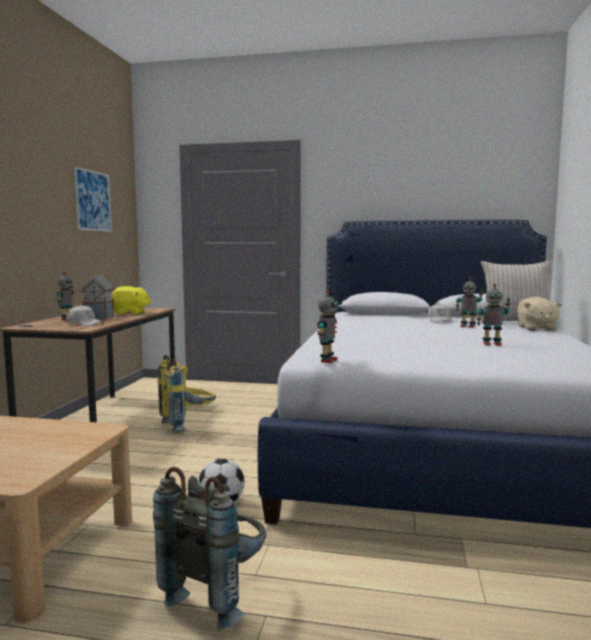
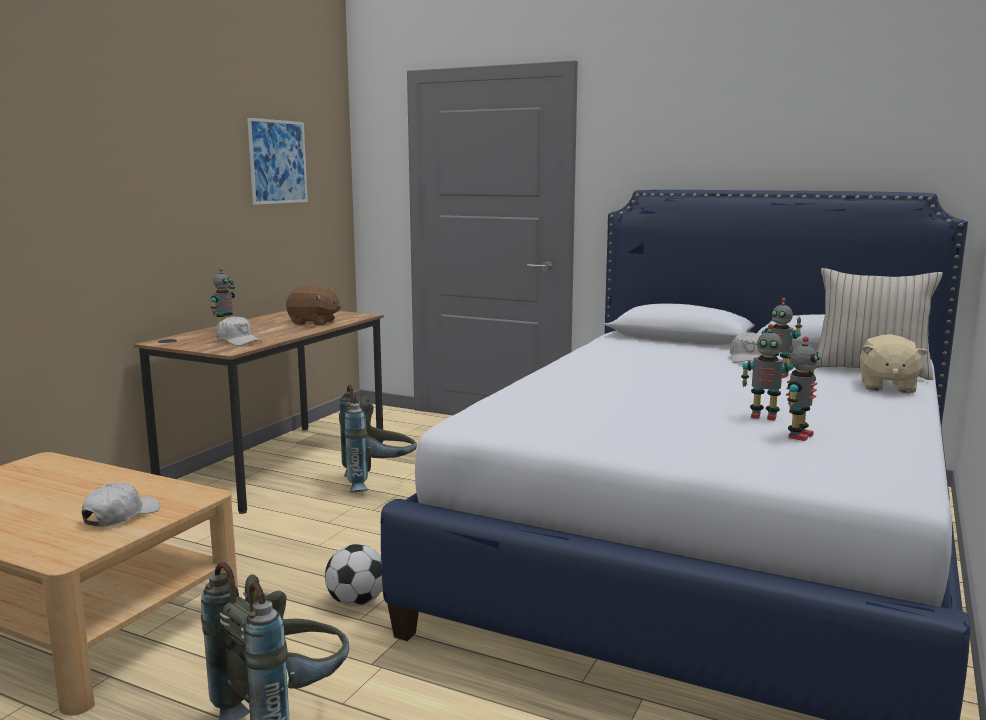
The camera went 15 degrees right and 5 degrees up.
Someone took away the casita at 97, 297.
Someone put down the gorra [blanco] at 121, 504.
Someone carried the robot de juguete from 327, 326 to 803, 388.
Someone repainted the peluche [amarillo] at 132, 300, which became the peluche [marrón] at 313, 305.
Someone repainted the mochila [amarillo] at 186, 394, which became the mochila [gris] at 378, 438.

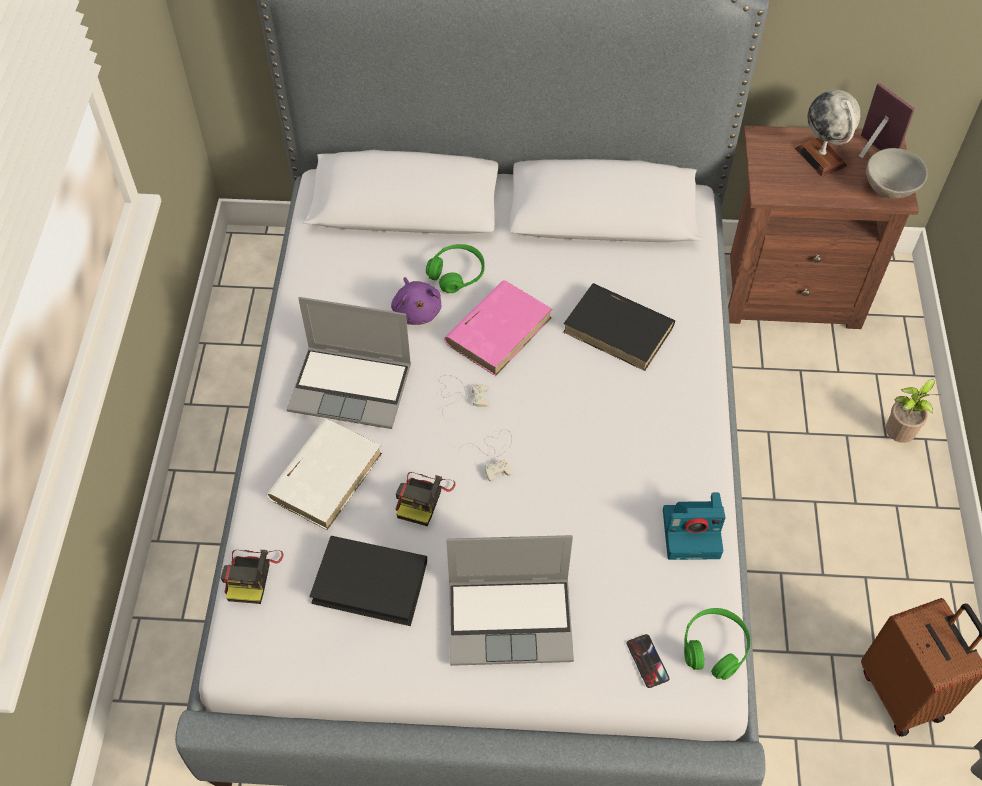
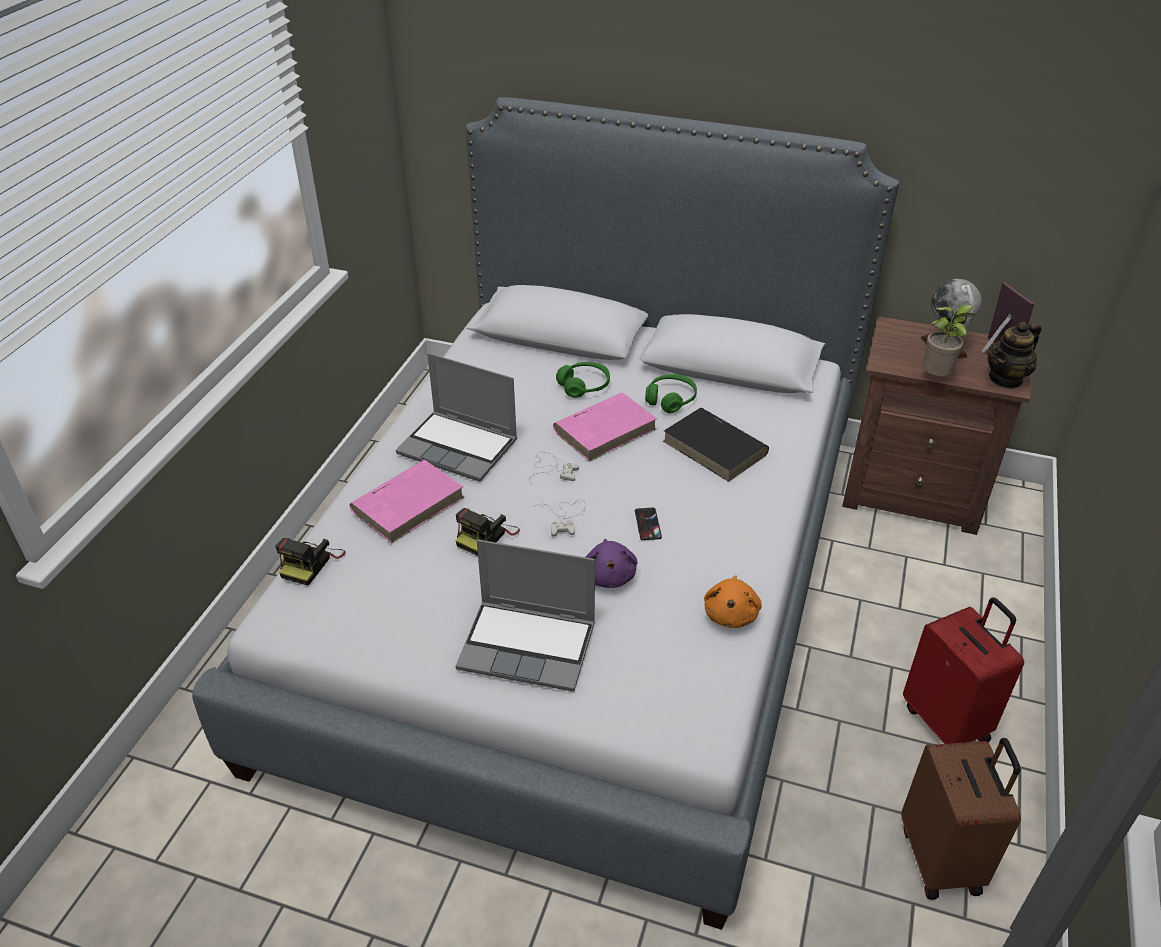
The camera went 15 degrees right and 15 degrees down.
Someone took away the libro [negro] at 368, 581.
Someone put down the maleta [rojo] at 963, 670.
Someone carried the peluche [morado] from 416, 301 to 611, 563.
Someone carried the móvil from 648, 661 to 648, 524.
Someone carried the auriculares [verde] from 717, 644 to 671, 393.
Someone carried the planta en maceta from 913, 411 to 949, 340.
Someone swapped the cámara at 694, 526 for the peluche [naranja] at 733, 601.
Someone swapped the cuenco [gris] at 897, 173 for the tetera at 1014, 355.
Someone repainted the libro [blanco] at 324, 474, which became the libro [rosa] at 407, 501.

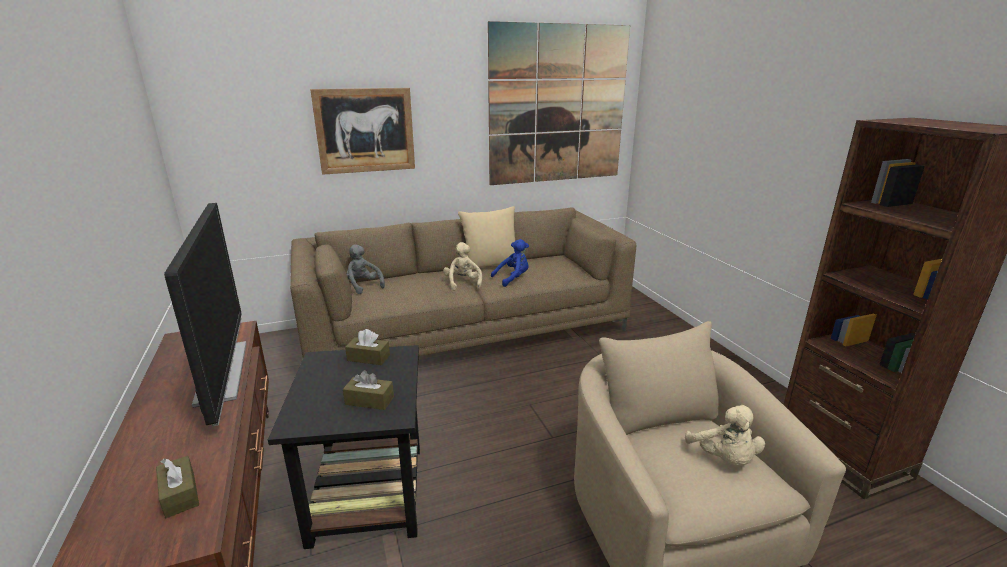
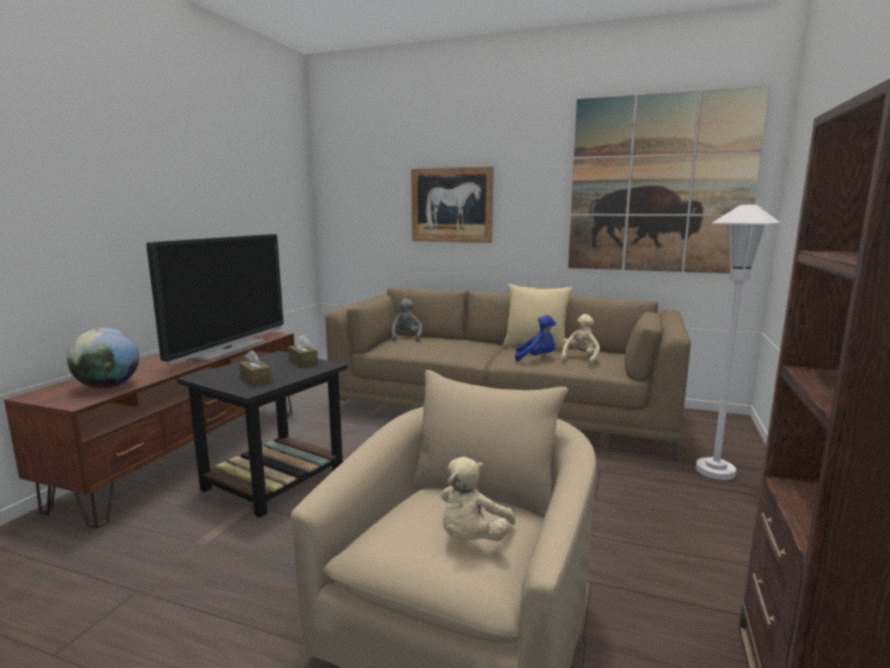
The camera went 40 degrees right and 10 degrees down.
Someone put down the lámpara de pie [blanco] at 738, 342.
Someone carried the peluche [beis] from 462, 266 to 580, 340.
Someone swapped the caja de pañuelos [marrón] at 177, 487 for the globo terráqueo at 103, 358.

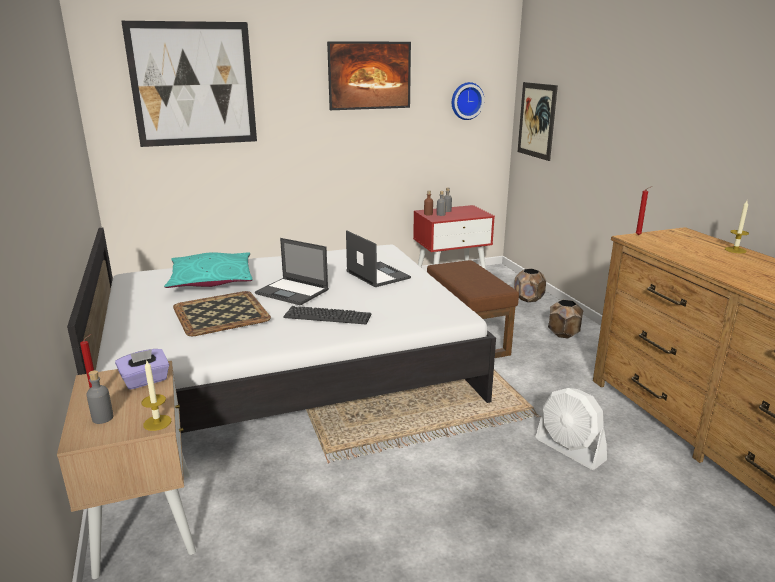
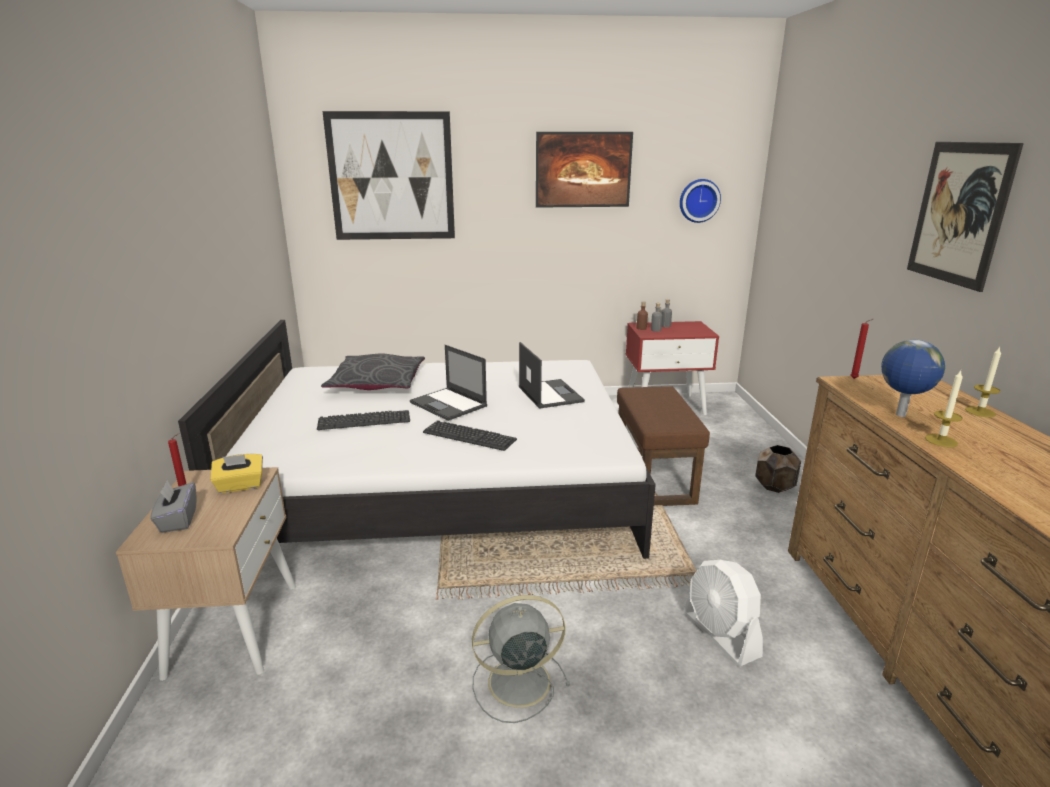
The camera went 15 degrees right and 0 degrees up.
Someone took away the maceta [marrón] at 530, 285.
Someone put down the ventilador [gris] at 521, 659.
Someone put down the globo terráqueo at 913, 378.
Someone carried the vela from 156, 396 to 944, 408.
Someone carried the cuadro from 538, 121 to 965, 217.
Someone swapped the botella [gris] at 99, 397 for the caja de pañuelos [gris] at 173, 507.
Someone swapped the bandeja at 222, 313 for the teclado at 363, 420.
Someone repainted the caja de pañuelos [morado] at 142, 369, which became the caja de pañuelos [amarillo] at 237, 473.
Someone repainted the cojín [turquesa] at 208, 270, which became the cojín [gris] at 373, 372.

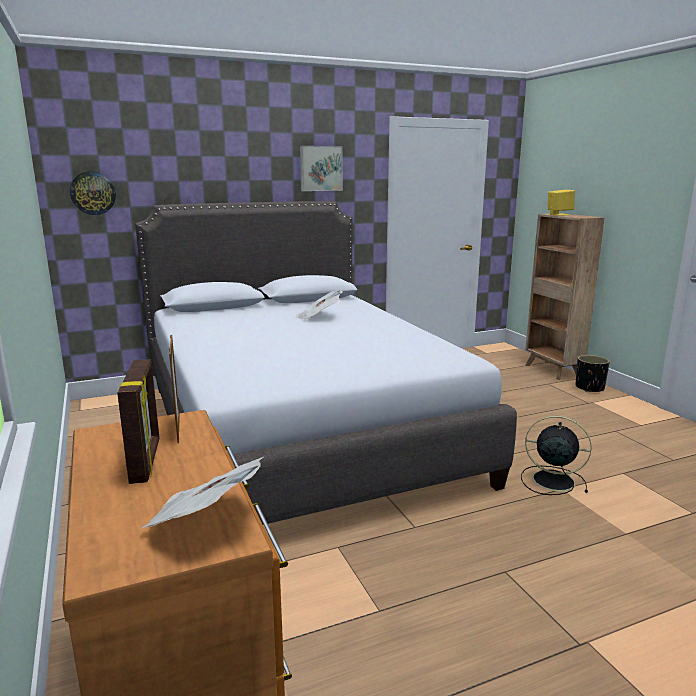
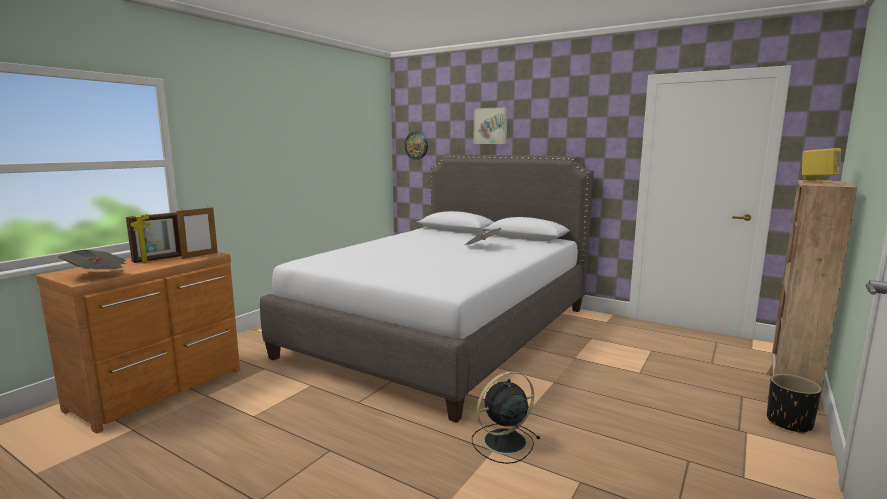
The camera went 55 degrees right and 5 degrees down.
Someone carried the cuadro from 321, 168 to 490, 125.
Someone rotated the ventilador [negro] at 556, 455 by 105 degrees counterclockwise.

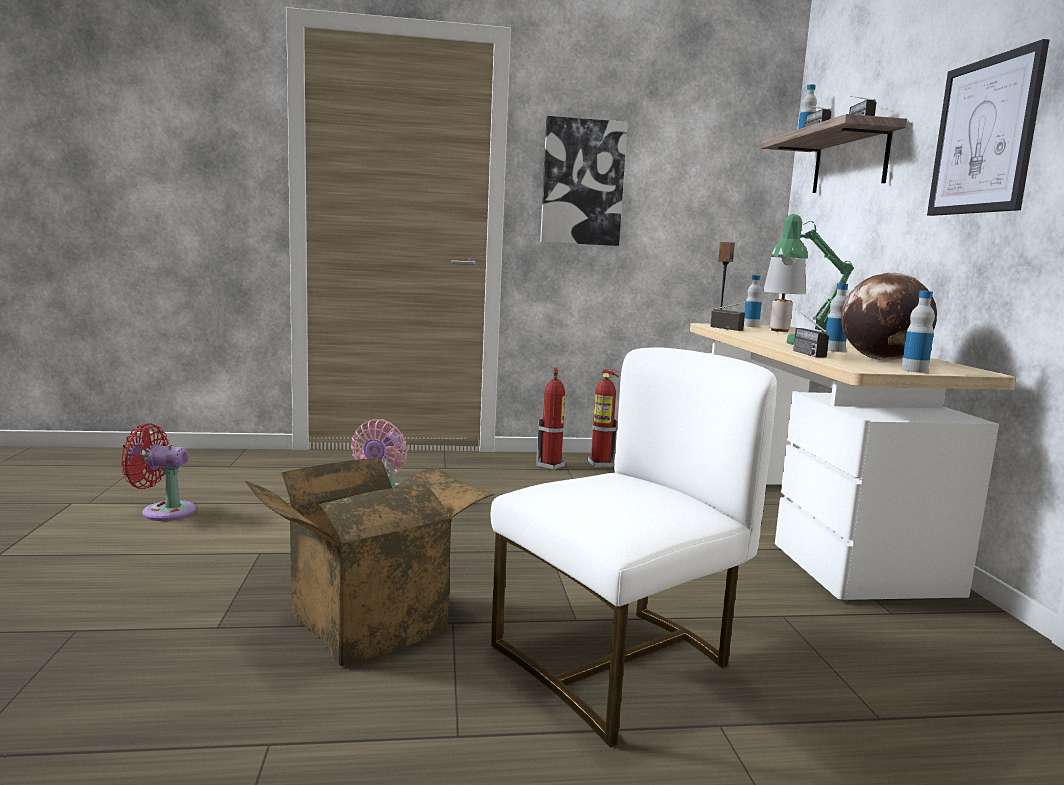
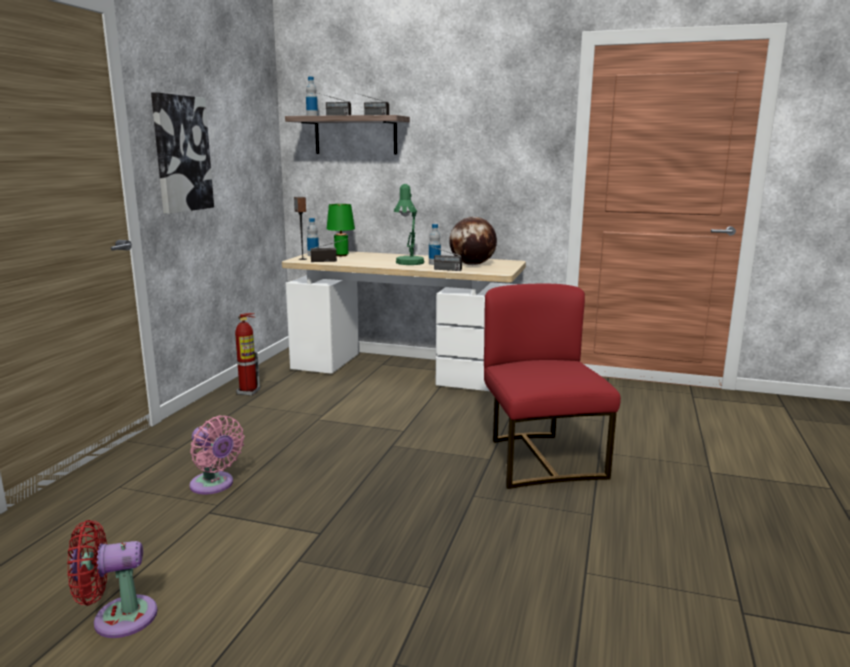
The camera went 65 degrees left and 5 degrees up.
Someone took away the caja de cartón at 369, 561.
Someone took away the extintor at 551, 419.
Someone took away the botella at 918, 332.
Someone took away the cuadro at 988, 127.
Someone repainted the silla [blanco] at 634, 547, which became the silla [rojo] at 552, 386.
Someone repainted the lámpara de mesa [gris] at 784, 294, which became the lámpara de mesa [verde] at 341, 230.
Someone rotated the ventilador [rojo] at 158, 472 by 45 degrees clockwise.

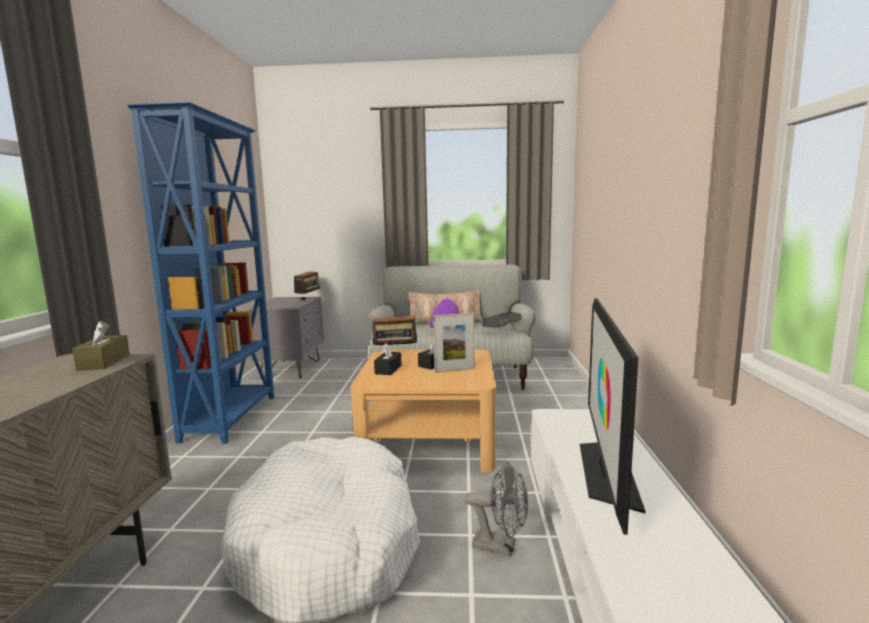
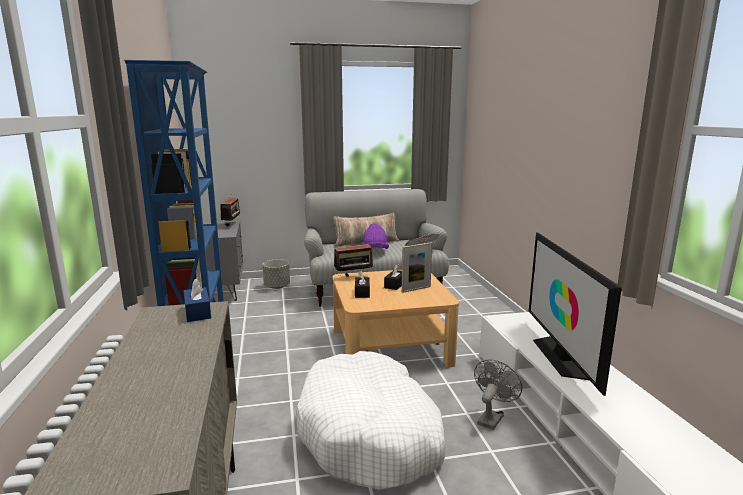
The camera went 15 degrees left and 5 degrees up.
Someone put down the maceta [gris] at 276, 274.
Someone repainted the caja de pañuelos [marrón] at 101, 345, which became the caja de pañuelos [azul] at 197, 300.
Someone rotated the ventilador [gris] at 496, 509 by 60 degrees counterclockwise.

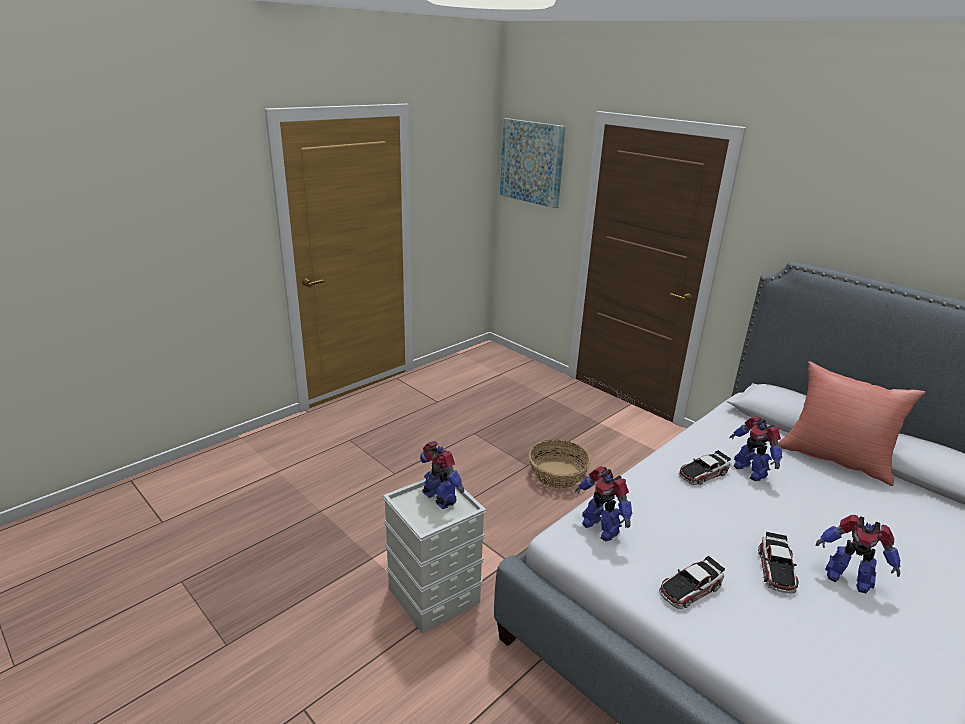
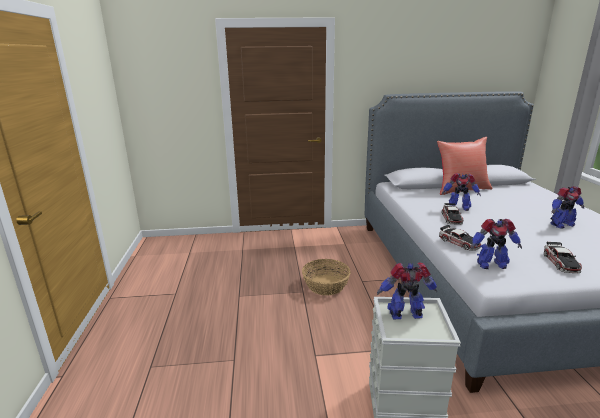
The camera went 50 degrees left and 5 degrees down.
Someone took away the cuadro at 533, 163.
Someone carried the coche de juguete from 778, 562 to 460, 238.

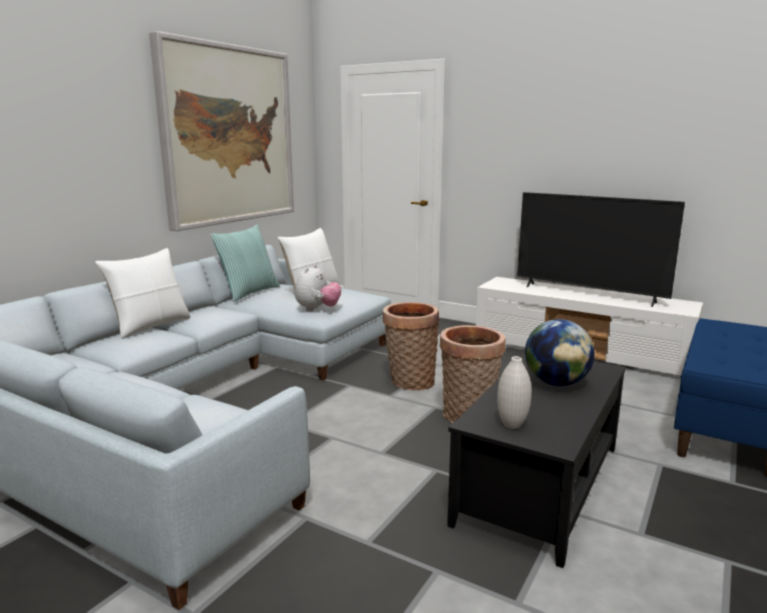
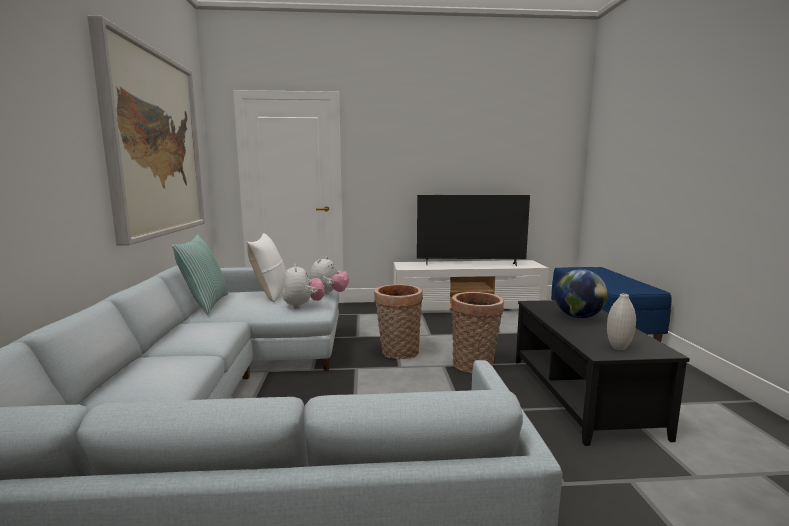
The camera went 35 degrees left and 5 degrees down.
Someone took away the cojín [blanco] at 142, 293.
Someone put down the peluche at 329, 276.

